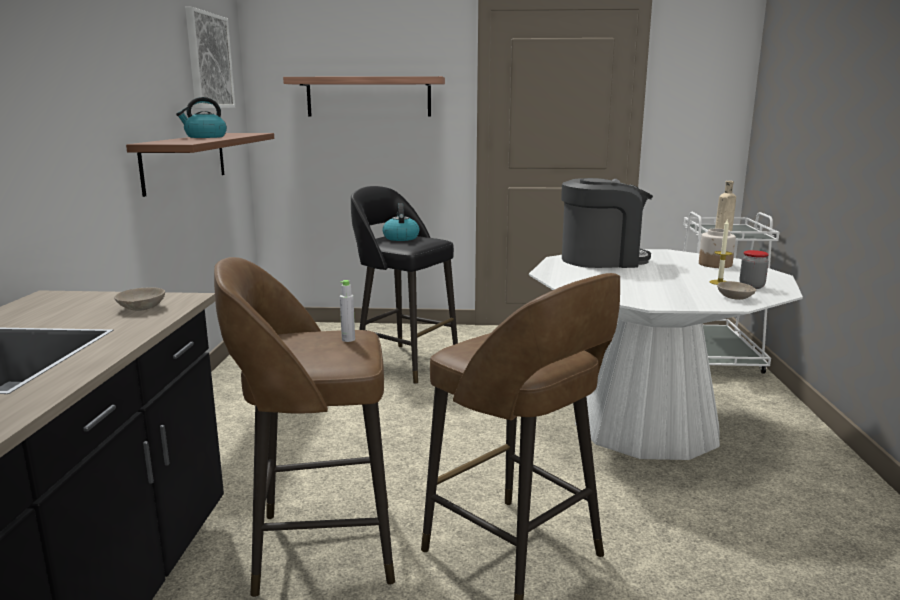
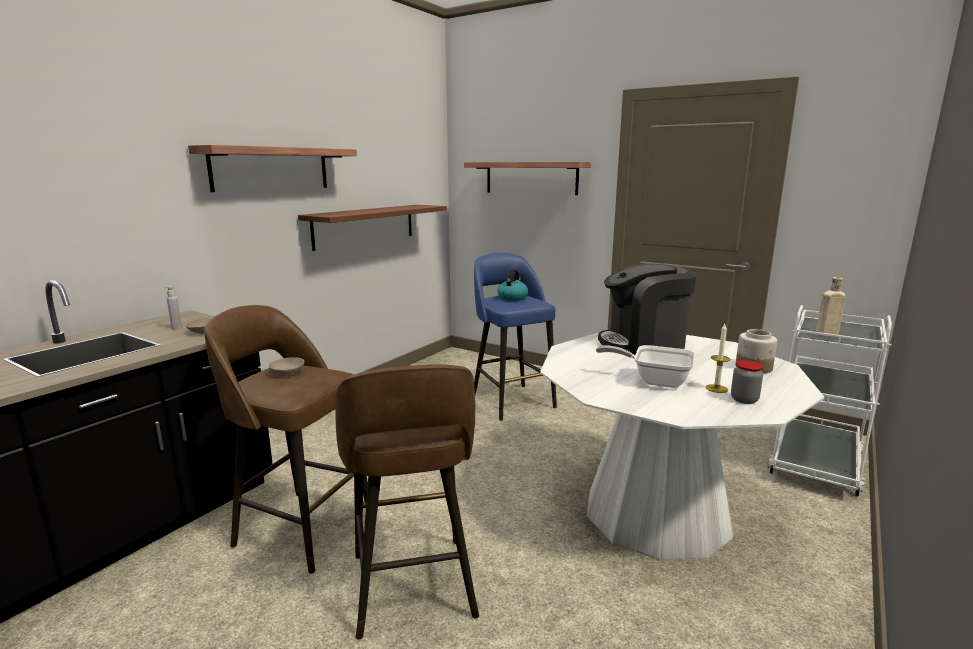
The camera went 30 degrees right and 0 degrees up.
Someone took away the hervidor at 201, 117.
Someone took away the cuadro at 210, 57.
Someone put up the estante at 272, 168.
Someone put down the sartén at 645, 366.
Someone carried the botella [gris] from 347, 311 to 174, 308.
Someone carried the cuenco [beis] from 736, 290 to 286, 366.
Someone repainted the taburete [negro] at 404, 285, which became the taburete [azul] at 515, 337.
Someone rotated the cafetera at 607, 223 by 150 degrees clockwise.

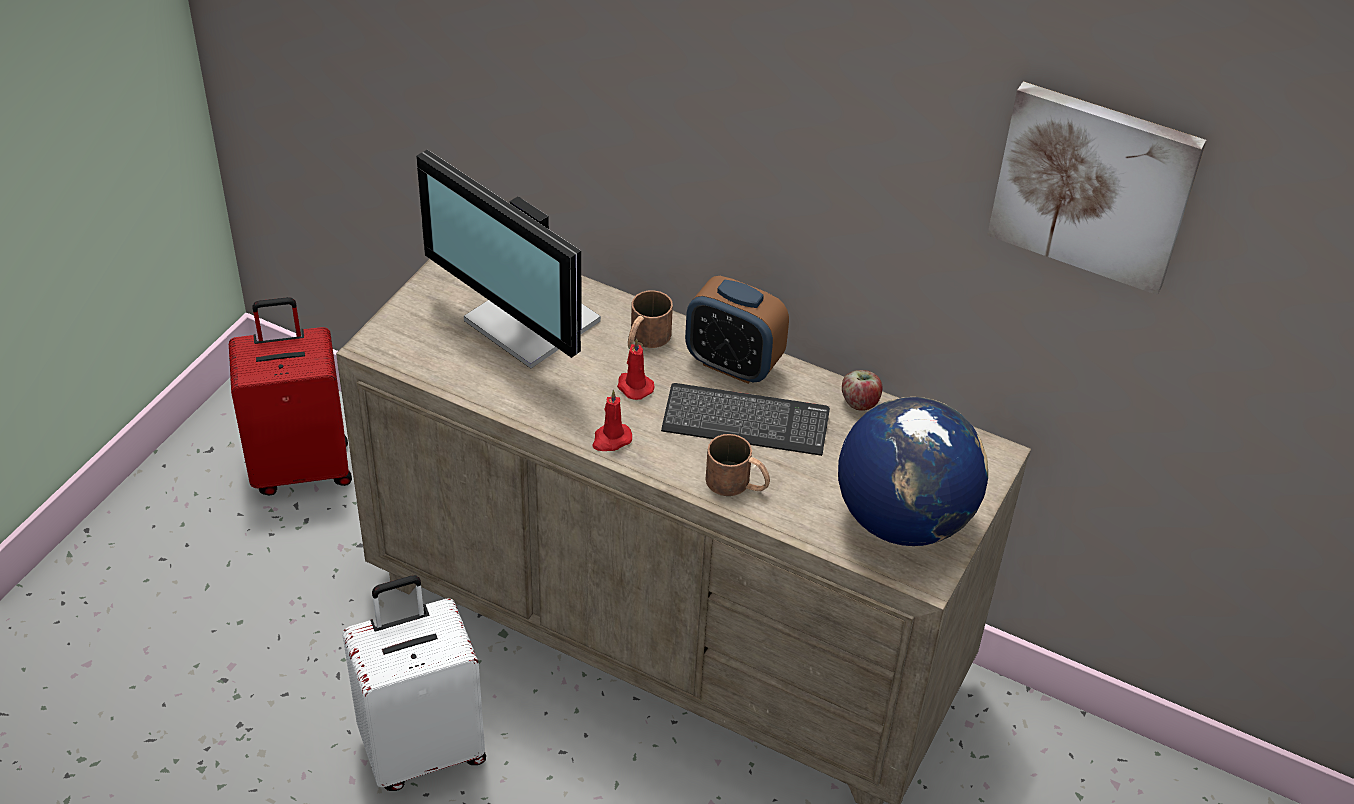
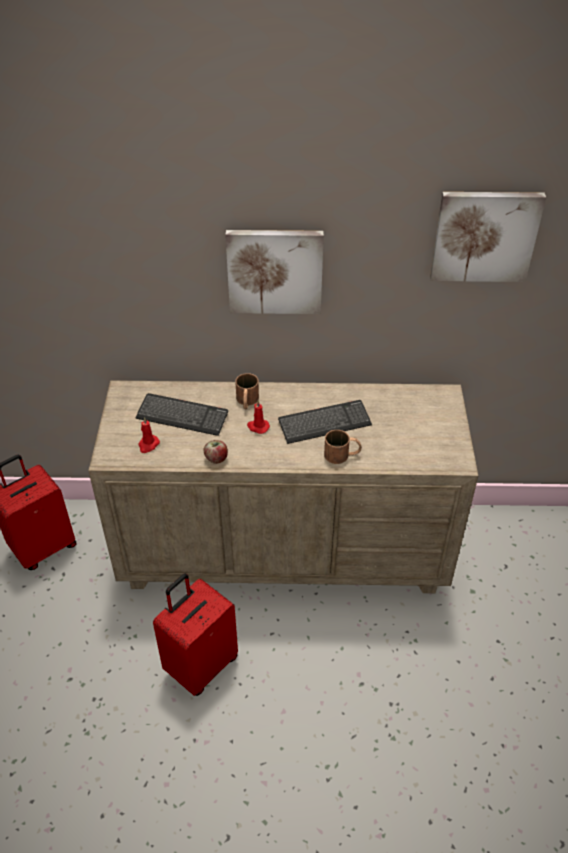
The camera went 25 degrees left and 0 degrees up.
Someone took away the despertador at 737, 330.
Someone took away the globo terráqueo at 913, 471.
Someone put up the cuadro at 274, 272.
Someone carried the vela [rojo] from 612, 420 to 149, 435.
Someone carried the manzana from 862, 390 to 215, 452.
Someone swapped the monitor at 508, 259 for the teclado at 182, 414.
Someone repainted the maleta [blanco] at 414, 683, which became the maleta [rojo] at 195, 634.

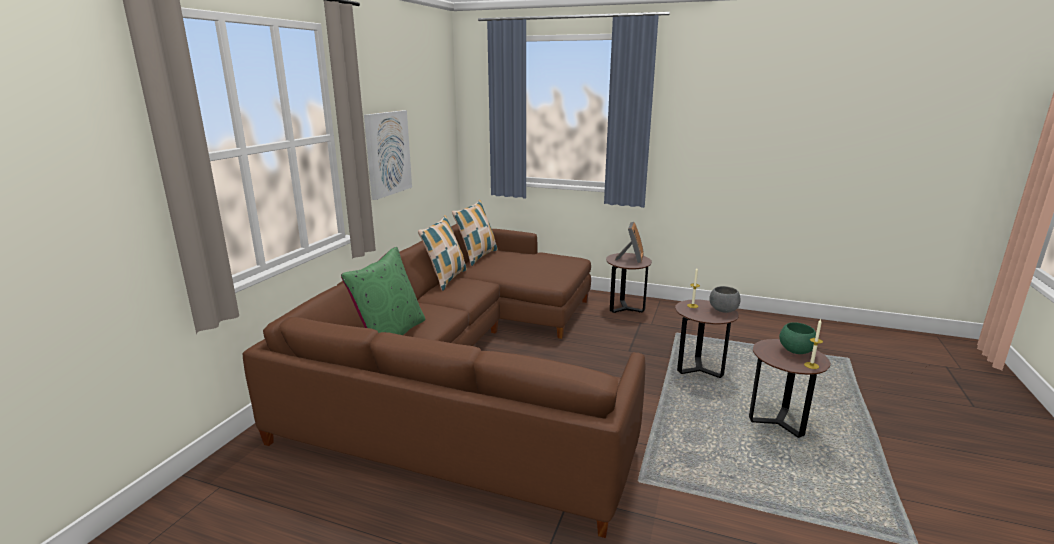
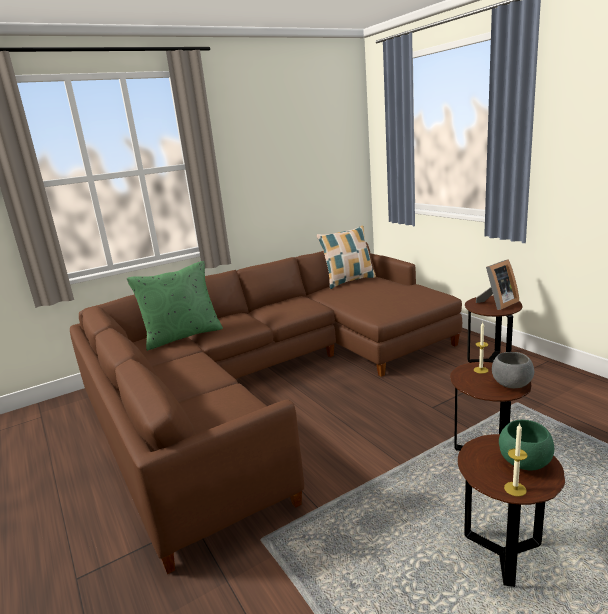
The camera went 40 degrees right and 0 degrees up.
Someone took away the cuadro at 388, 155.
Someone took away the cojín at 442, 253.

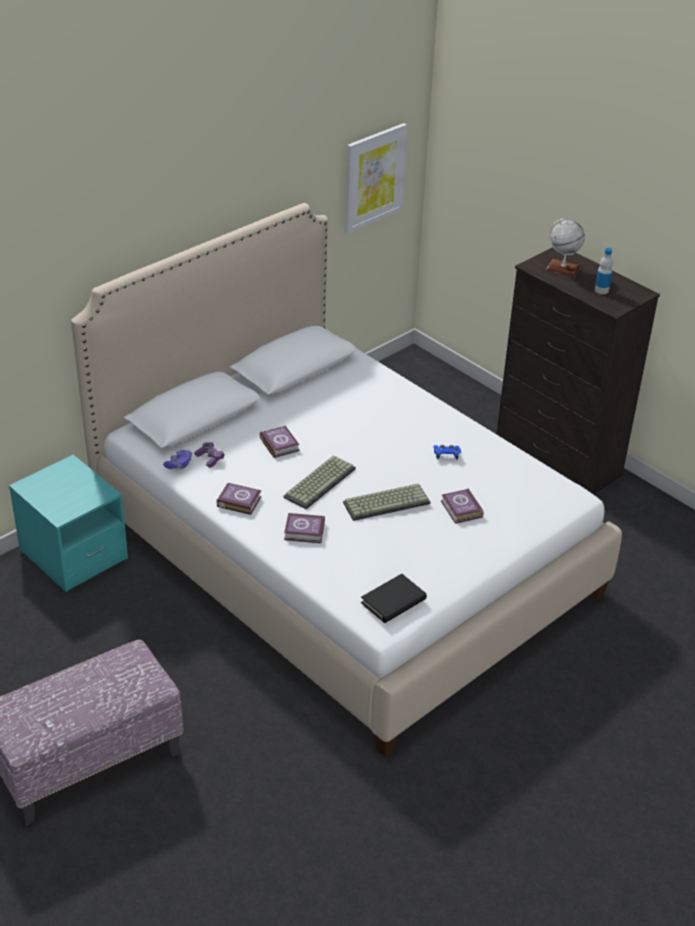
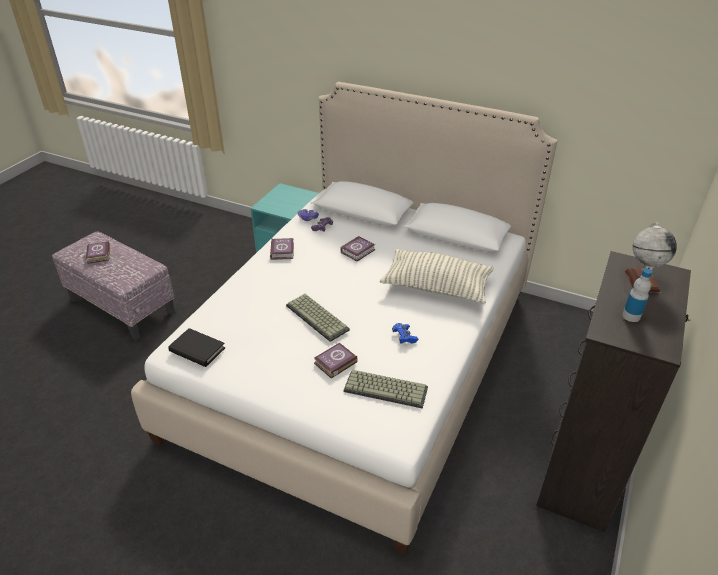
The camera went 70 degrees right and 0 degrees up.
Someone took away the cuadro at 376, 178.
Someone put down the cojín at 437, 276.
Someone carried the teclado from 320, 482 to 386, 389.
Someone carried the libro from 304, 528 to 98, 252.

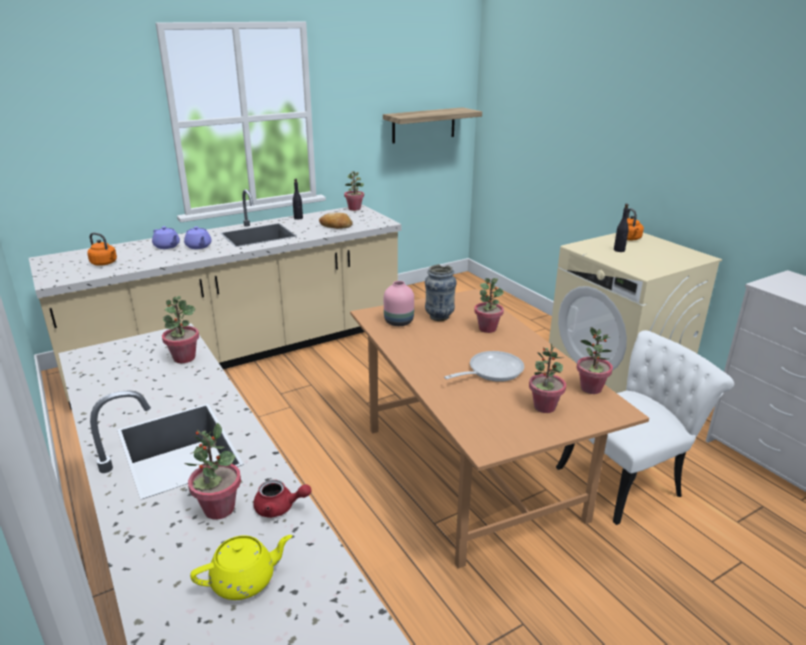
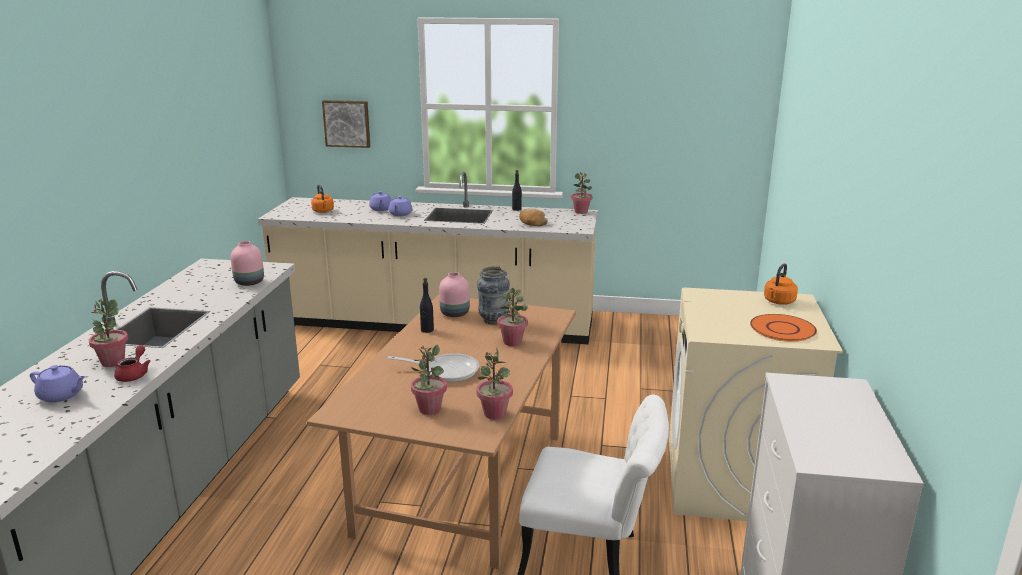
The camera went 40 degrees right and 5 degrees down.
Someone took away the estante at 432, 125.
Someone put up the cuadro at 346, 124.
Someone put down the plato [naranja] at 783, 328.
Someone carried the botella [negro] from 621, 228 to 427, 305.
Someone swapped the planta en maceta at 180, 329 for the florero [rosa] at 247, 263.
Someone repainted the tetera [amarillo] at 241, 567, which became the tetera [morado] at 58, 384.
Someone rotated the tetera [rojo] at 282, 499 by 135 degrees counterclockwise.

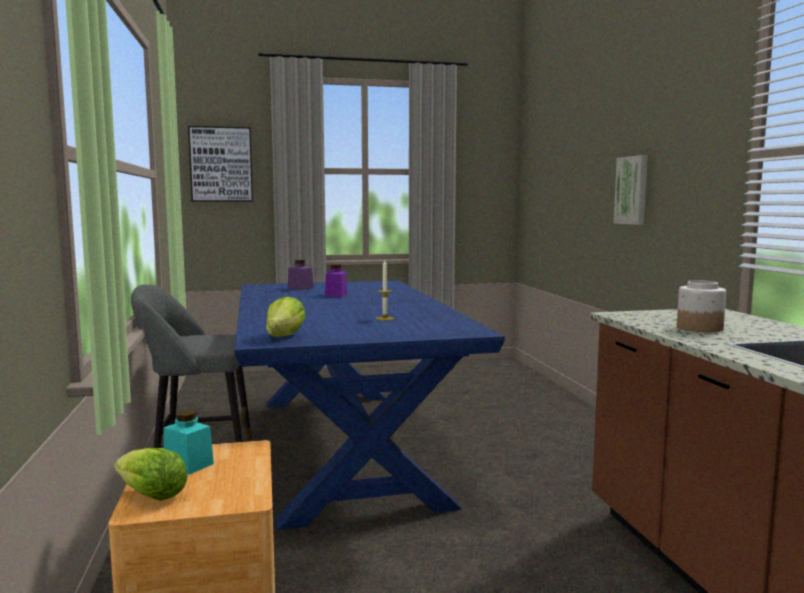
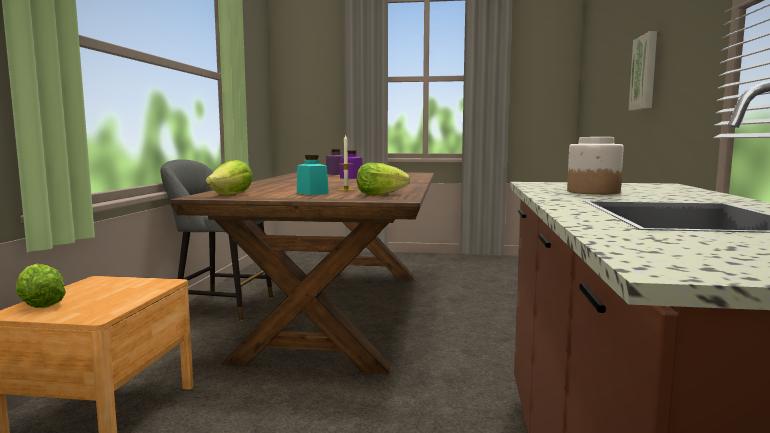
The camera went 20 degrees right and 0 degrees up.
Someone took away the cuadro at 220, 163.
Someone put down the lechuga at 383, 179.
Someone carried the tarro [turquesa] from 188, 442 to 313, 175.
Someone repainted the mesa de comedor [azul] at 370, 405, which became the mesa de comedor [marrón] at 302, 273.

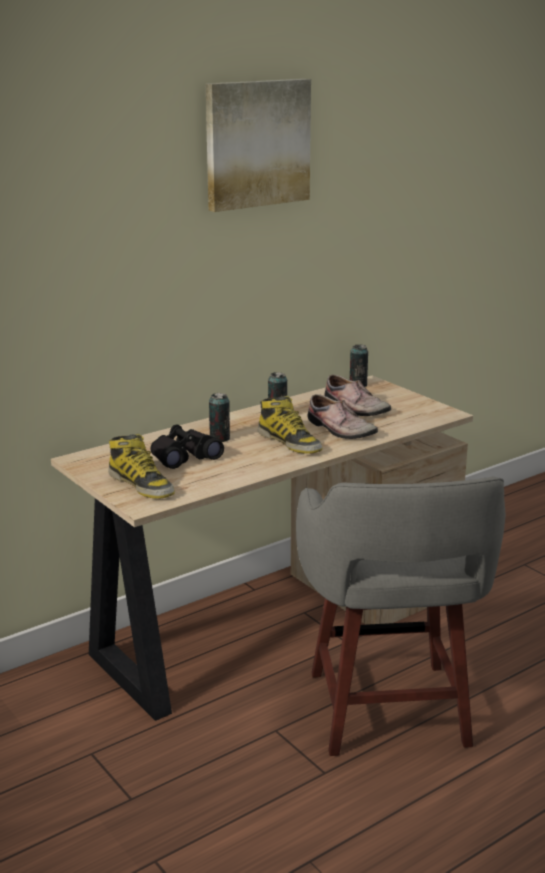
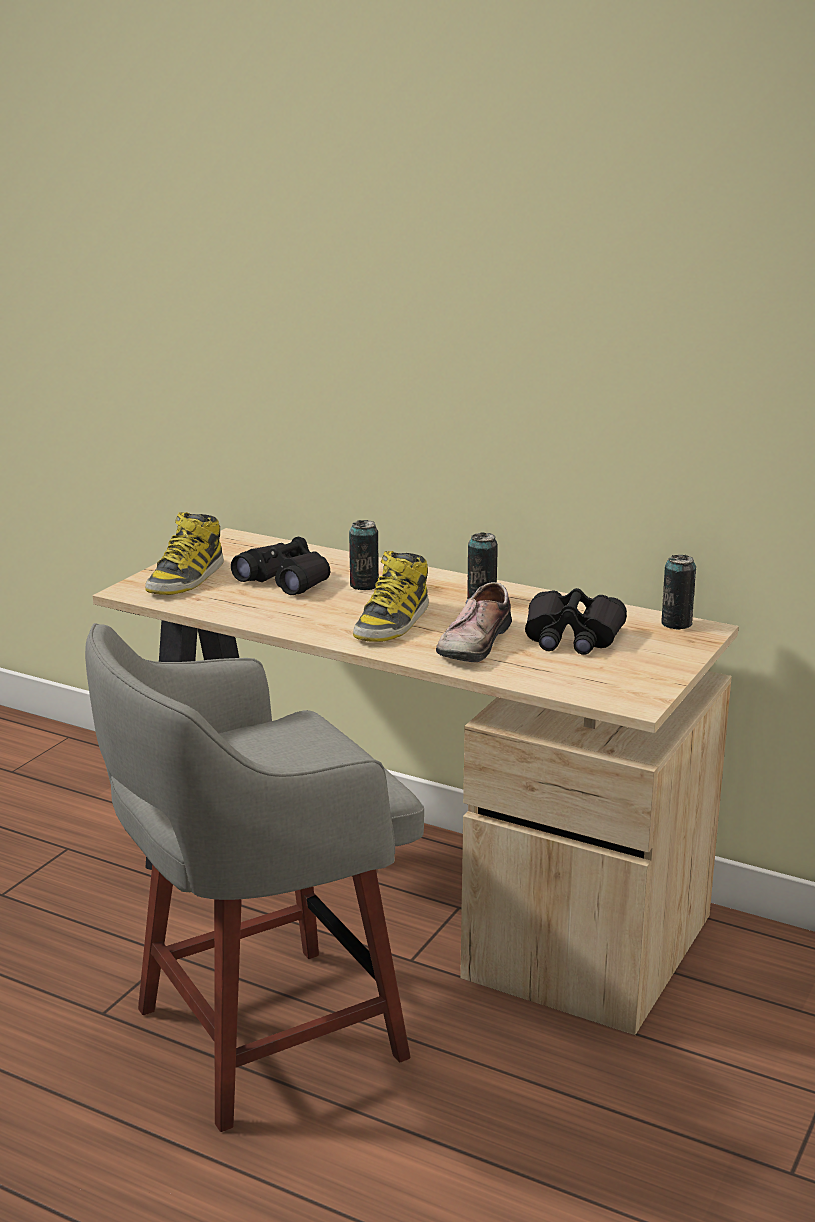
The camera went 65 degrees right and 0 degrees up.
Someone took away the cuadro at 258, 145.
Someone swapped the zapato at 358, 395 for the prismáticos [negro] at 576, 621.

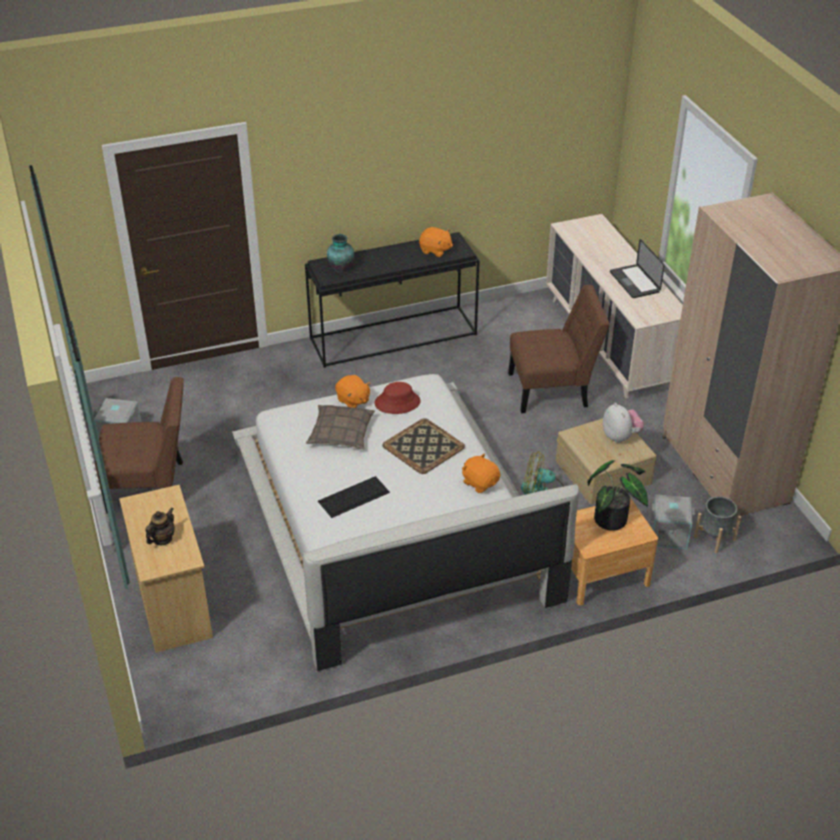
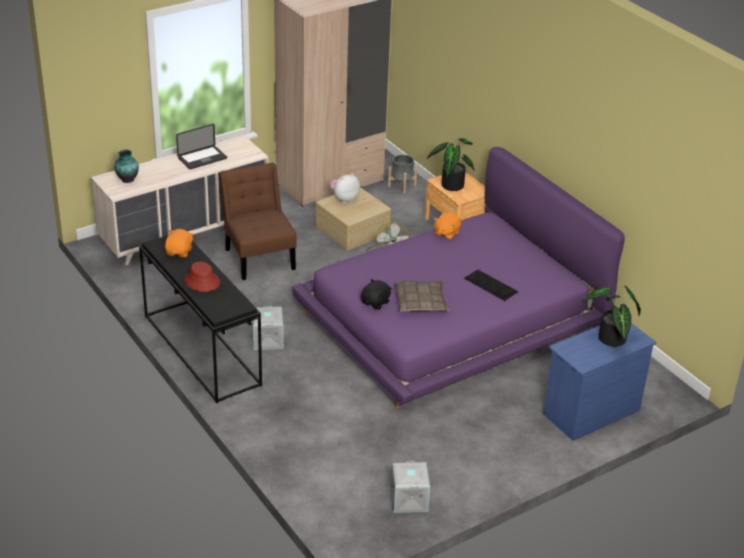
The camera went 105 degrees left and 5 degrees down.
Someone took away the silla [marrón] at 139, 445.
Someone took away the bandeja at 423, 446.
Someone carried the florero from 340, 253 to 126, 166.
Someone carried the sombrero [rojo] from 397, 398 to 202, 277.
Someone carried the caja de almacenaje [gris] from 672, 521 to 268, 328.
Someone swapped the tetera at 160, 526 for the planta en maceta at 611, 316.
Someone repainted the cómoda [beis] at 166, 569, which became the cómoda [azul] at 599, 382.
Someone repainted the cama [blanco] at 405, 522, which became the cama [morado] at 458, 277.
Someone repainted the peluche [naranja] at 353, 391, which became the peluche [negro] at 376, 294.

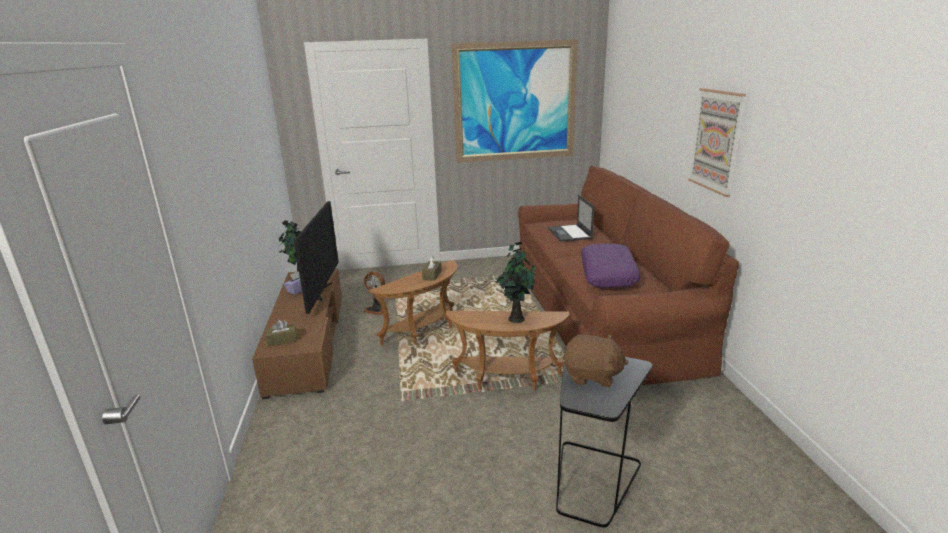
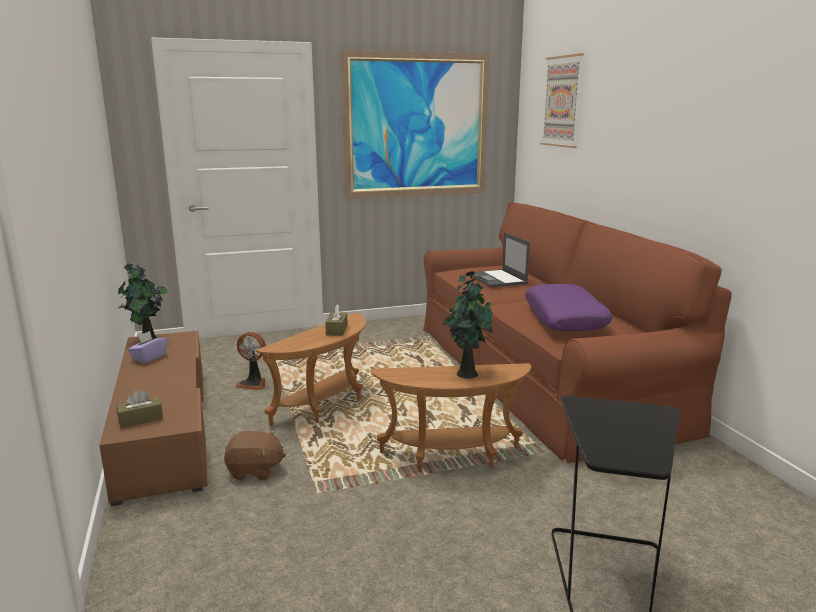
The camera went 10 degrees left and 5 degrees down.
Someone took away the televisor at 316, 257.
Someone carried the peluche [marrón] from 596, 360 to 255, 454.
Someone carried the cuadro from 717, 142 to 562, 100.

